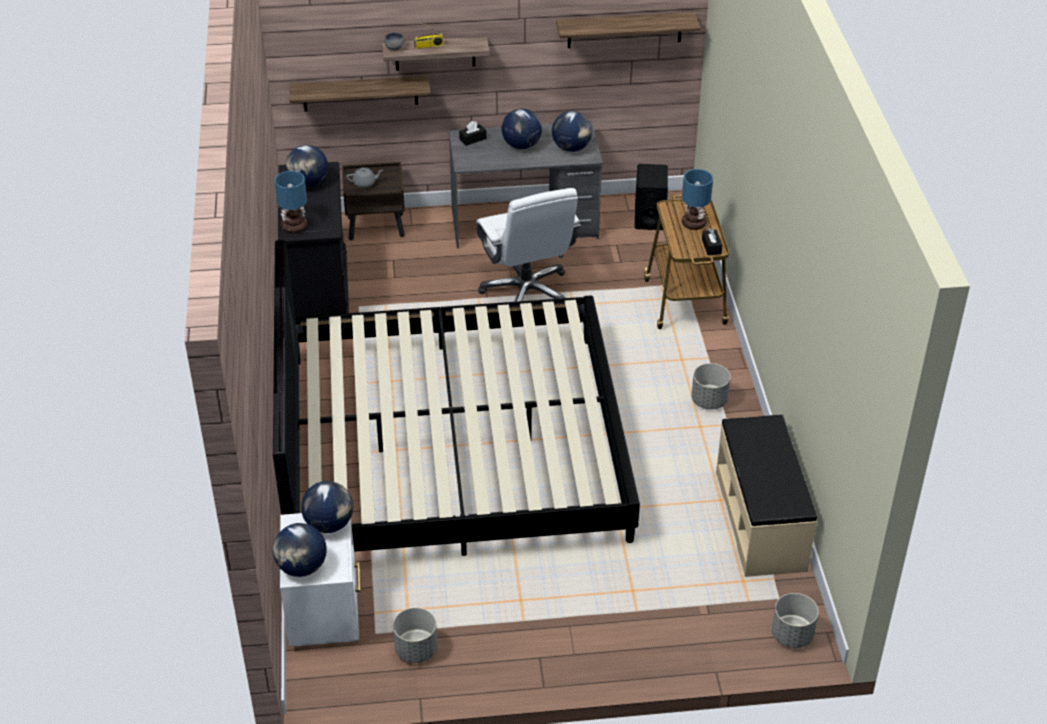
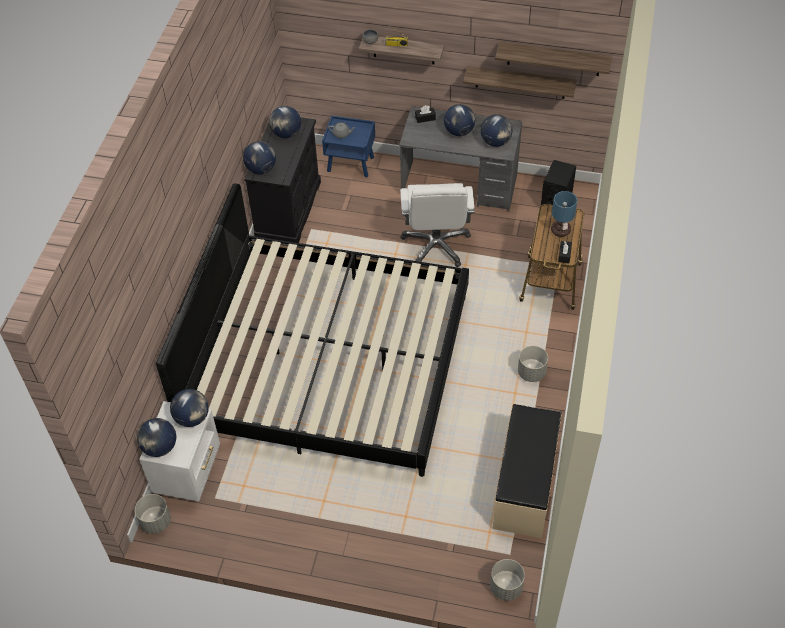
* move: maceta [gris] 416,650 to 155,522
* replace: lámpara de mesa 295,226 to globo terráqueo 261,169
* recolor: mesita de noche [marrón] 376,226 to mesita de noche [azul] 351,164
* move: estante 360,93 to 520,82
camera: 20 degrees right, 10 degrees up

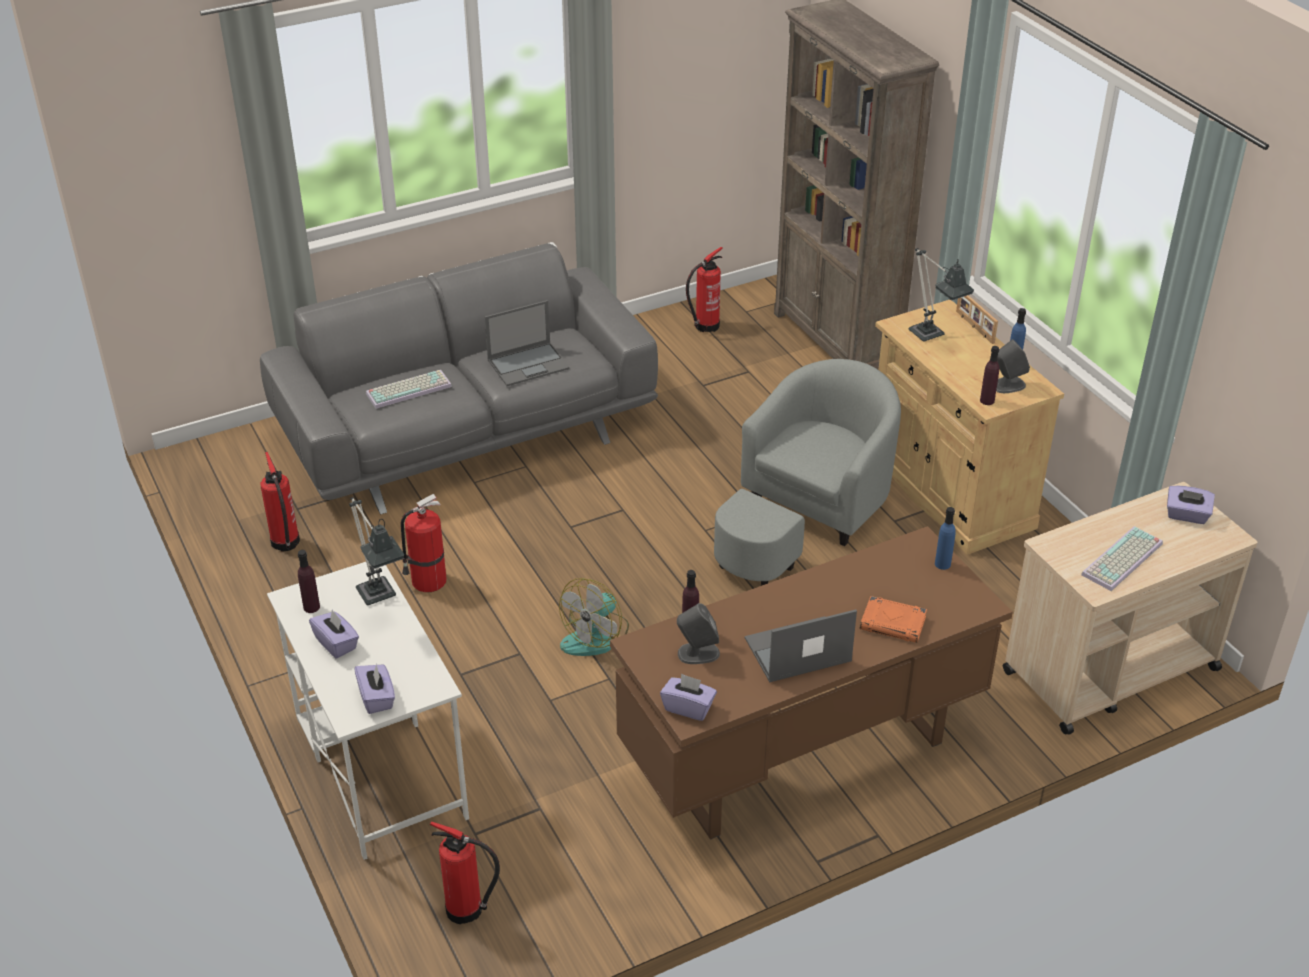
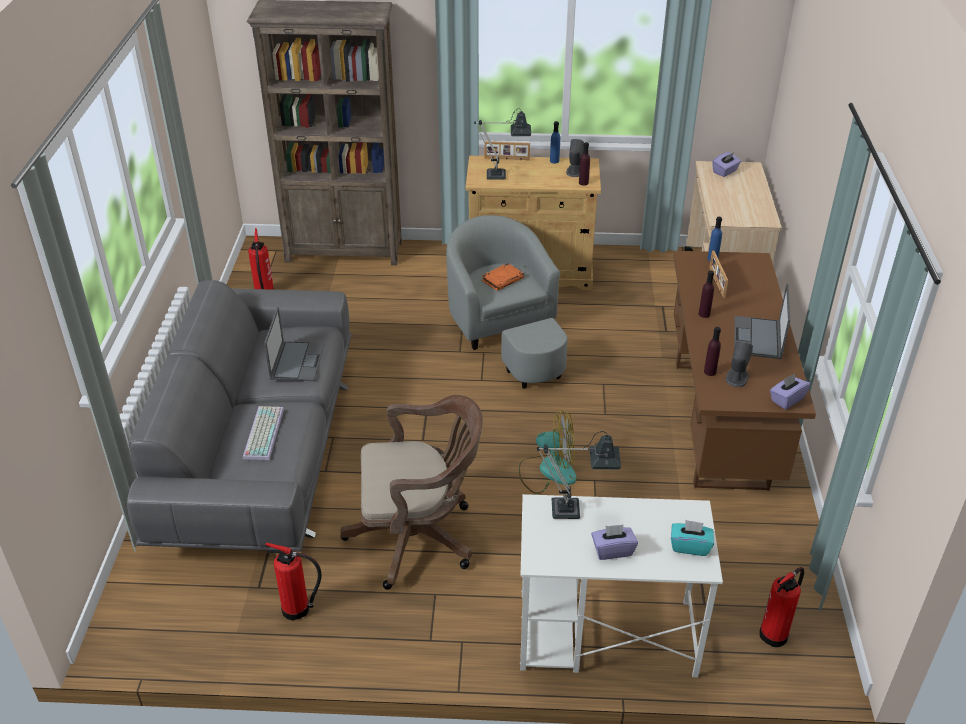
* replace: extintor 427,581 to silla de oficina [marrón] 419,537
* move: libro [naranja] 893,623 to 503,279
* rotate: ventilador 596,636 = 548,471 60 degrees counterclockwise
* recolor: caja de pañuelos [morado] 377,698 to caja de pañuelos [turquesa] 690,546
* move: botella [morado] 311,607 to 704,314
* insert: portarretratos 716,282
* delete: teclado 1123,560
camera: 60 degrees left, 0 degrees up

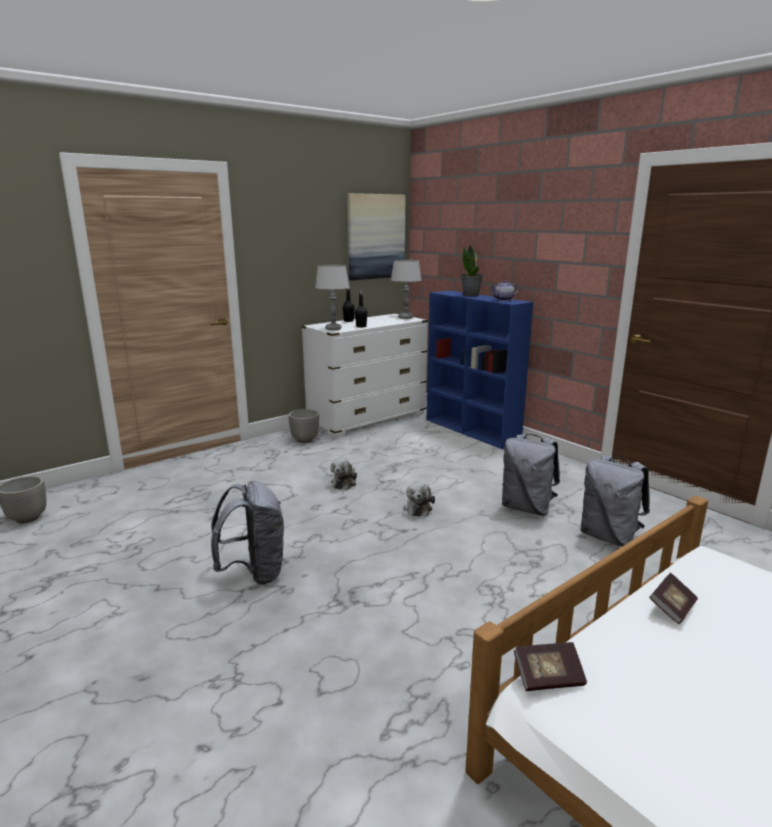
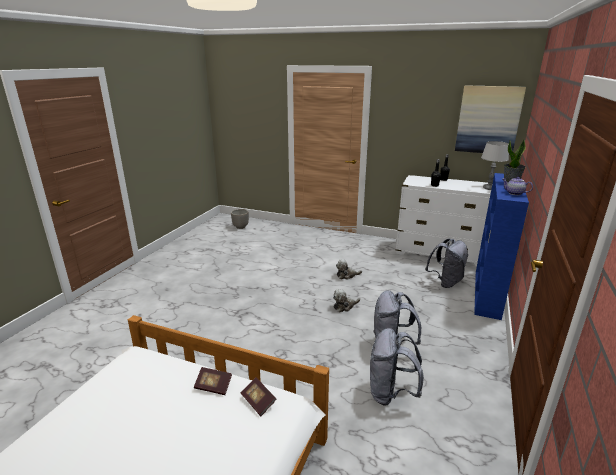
* move: libro 548,678 to 258,402
* move: mochila [gris] 254,572 to 445,282
* delete: maceta 305,440
* delete: lámpara de mesa [gris] 333,329
camera: 60 degrees right, 5 degrees up

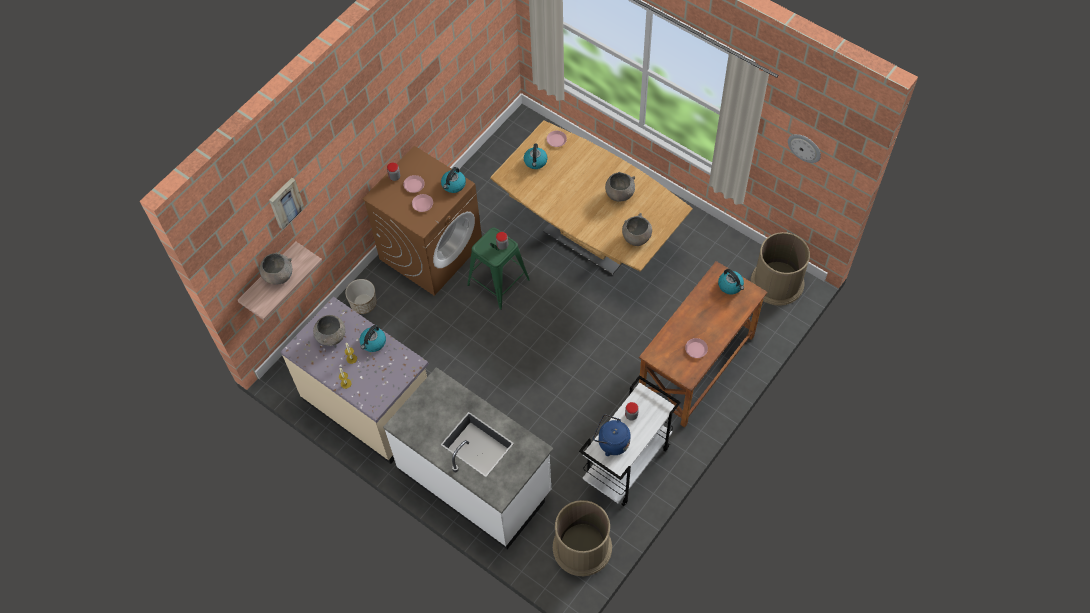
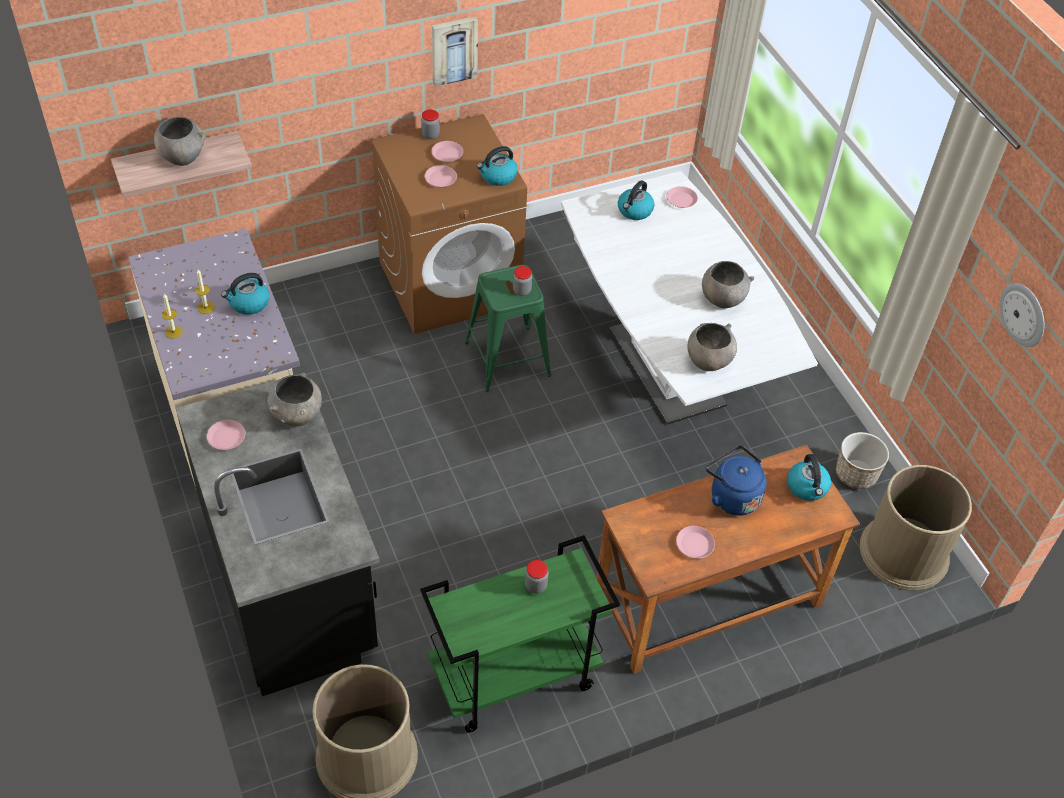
* recolor: mueble bajo de cocina [blanco] 476,480 to mueble bajo de cocina [negro] 291,582
* insert: plato [rosa] 226,437
* move: cuenco [gris] 332,337 to 297,416
* recolor: carrito [blanco] 627,465 to carrito [verde] 513,678
* move: cuadro 285,202 to 454,50
* recolor: mesa de comedor [marrón] 589,239 to mesa de comedor [blanco] 666,367
* move: hervidor [azul] 611,442 to 732,496
* move: maceta 363,303 to 856,474
camera: 25 degrees right, 10 degrees down

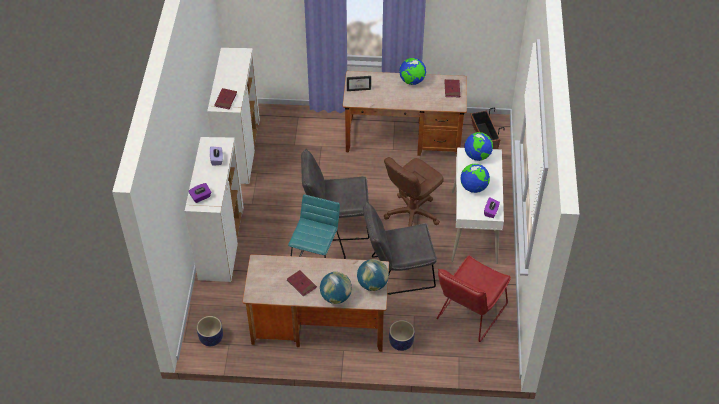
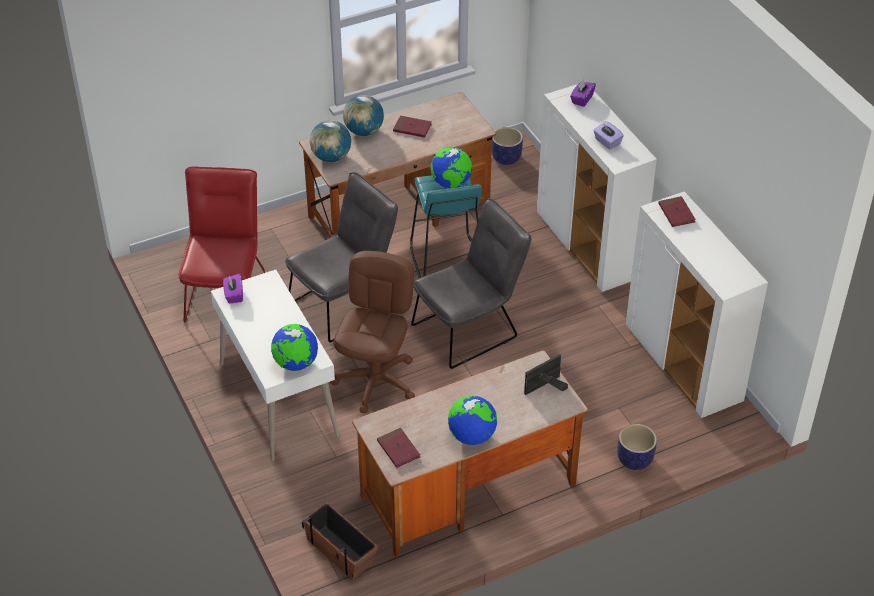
* move: globo terráqueo 473,187 to 451,183
* move: maceta 401,343 to 634,459
camera: 150 degrees right, 5 degrees down

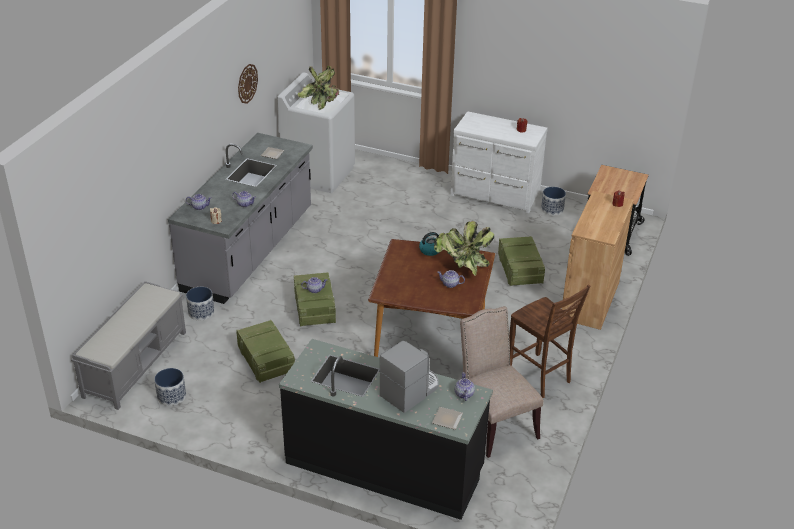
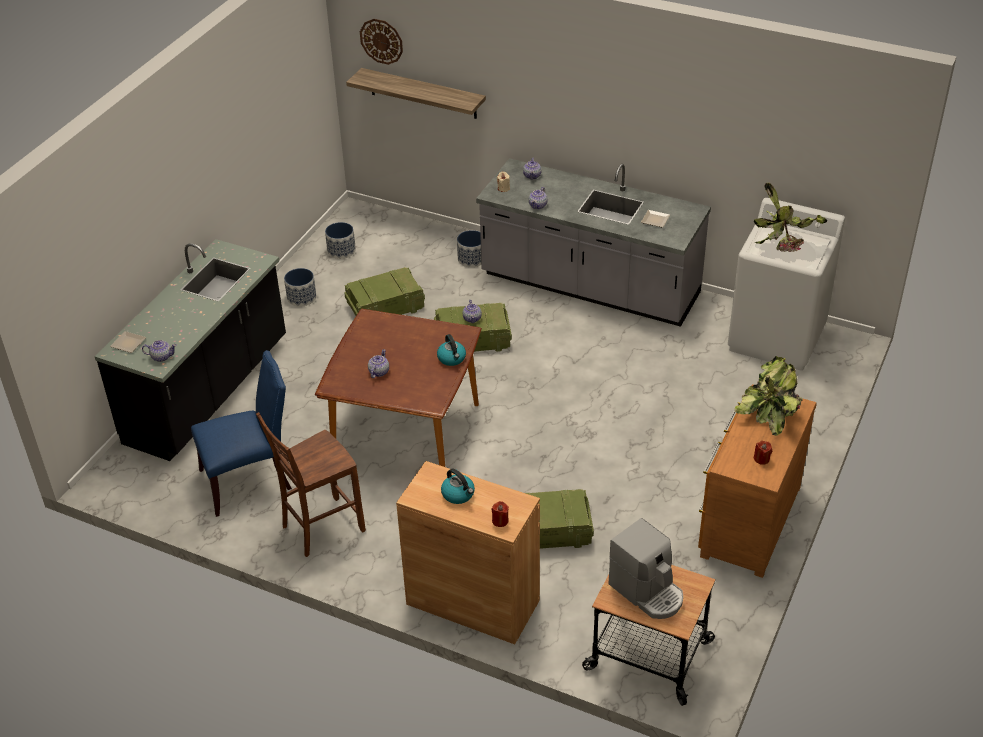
* recolor: silla [beis] 494,423 to silla [azul] 250,480
* move: maceta 552,210 to 301,298
* insert: estante 423,93
* move: reloj de pared 247,83 to 381,41
* insert: hervidor 458,494
* move: cafetera 410,391 to 647,592
* recolor: cómoda [blanco] 495,195 to cómoda [marrón] 747,521
* move: planta en maceta 463,267 to 769,413
* delete: banco [gris] 136,363
camera: 95 degrees right, 5 degrees up

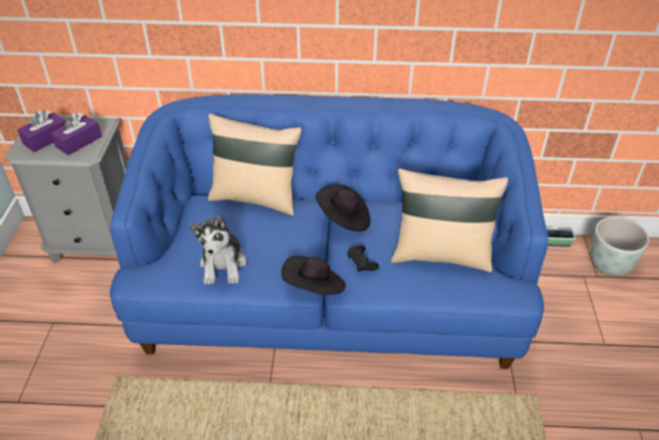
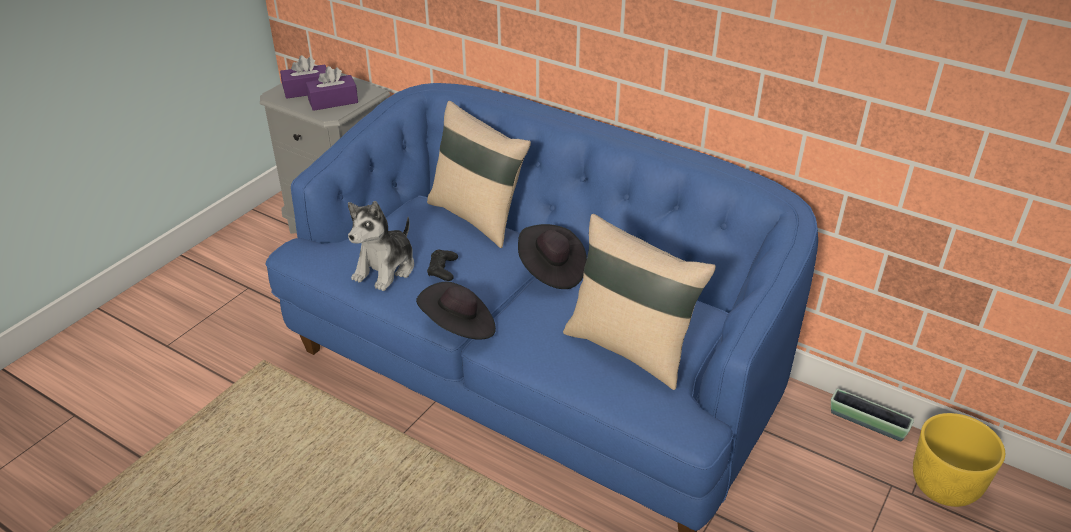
* move: mando de consola [negro] 362,262 to 442,269
* recolor: maceta [gris] 609,265 to maceta [amarillo] 944,488
camera: 30 degrees right, 5 degrees down

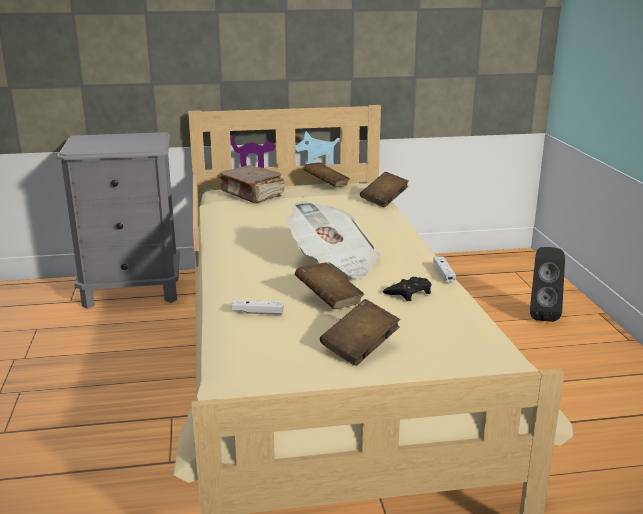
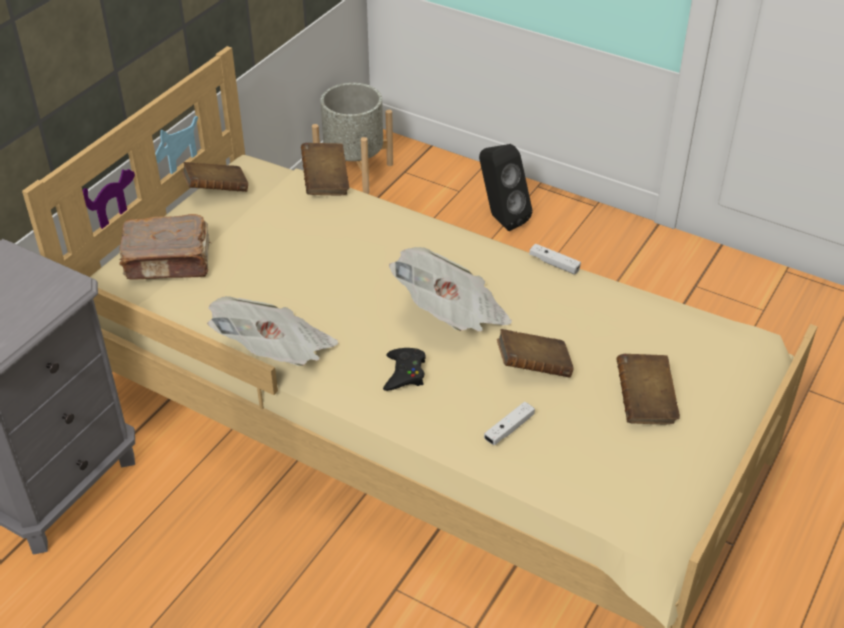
* insert: periódico 276,354
* insert: maceta [gris] 354,171
* move: mando de consola [negro] 409,293 to 404,373
camera: 50 degrees left, 20 degrees up

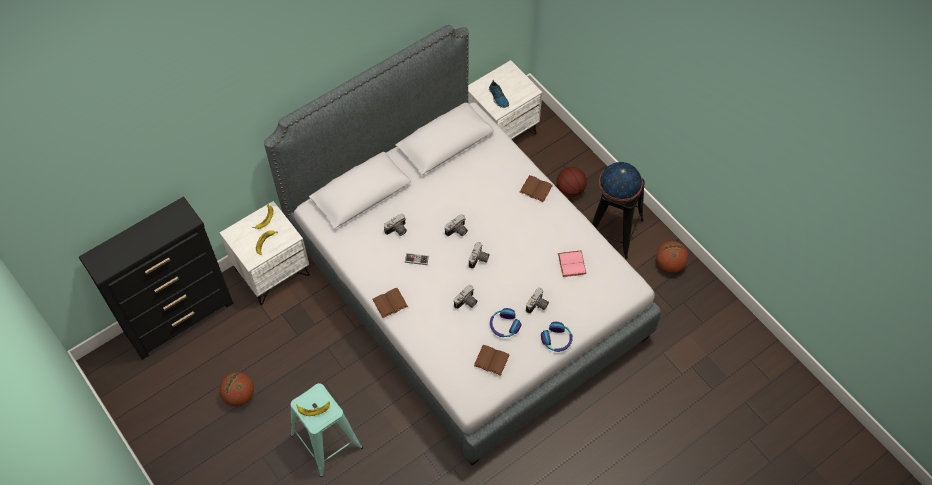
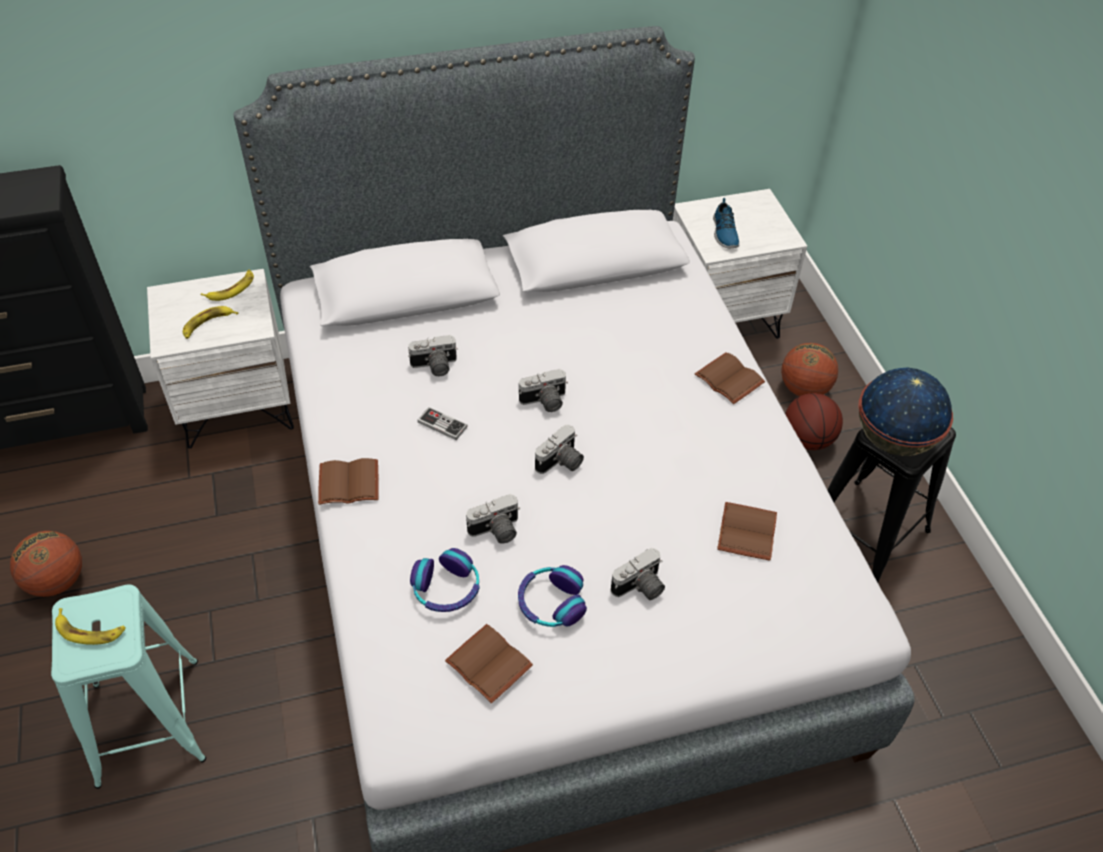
* move: auriculares 557,340 to 446,588
* recolor: libro [rosa] 571,264 to libro [marrón] 745,531
* move: balón de baloncesto 669,264 to 804,389
camera: 20 degrees right, 10 degrees down

